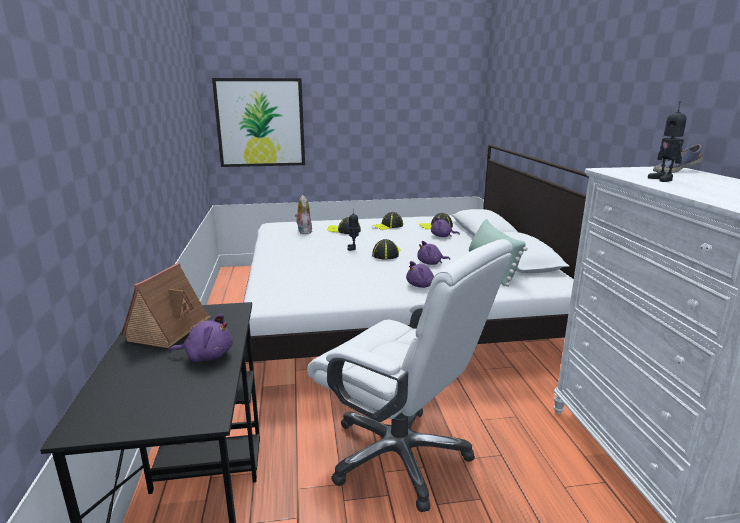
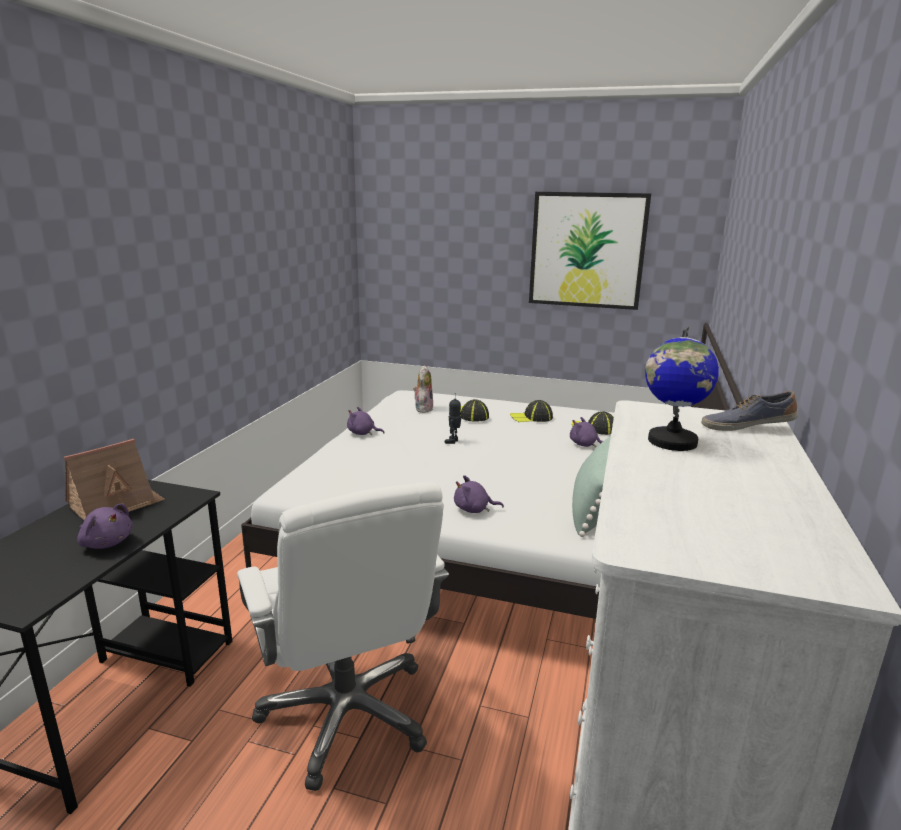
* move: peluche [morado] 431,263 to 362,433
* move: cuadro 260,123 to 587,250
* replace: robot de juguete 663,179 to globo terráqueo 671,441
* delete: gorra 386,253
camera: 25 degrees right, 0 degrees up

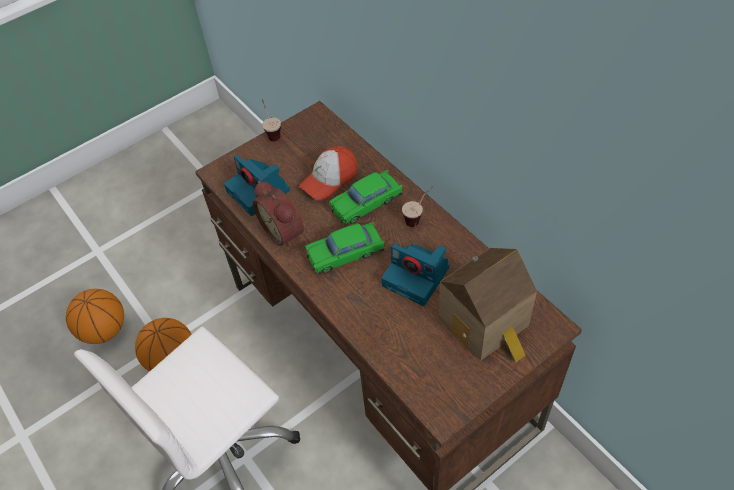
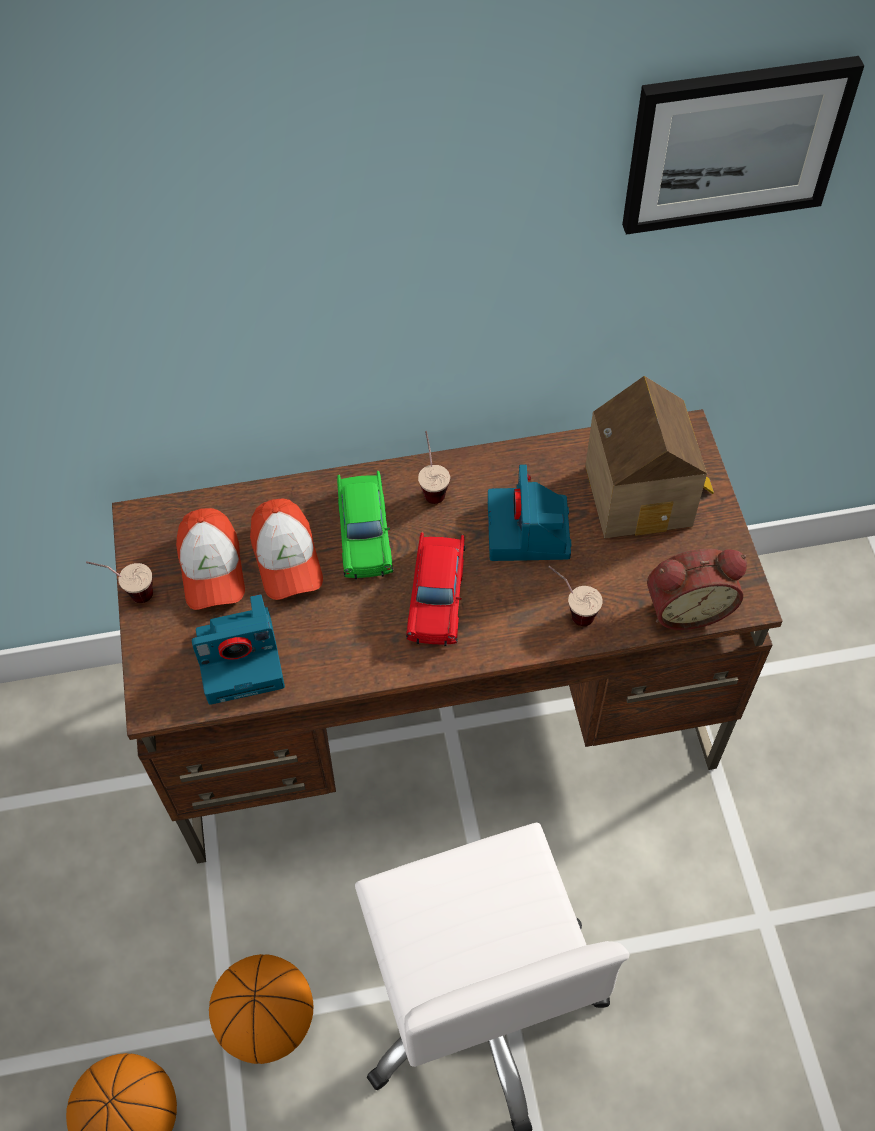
* insert: gorra 212,568
* recolor: coche de juguete [verde] 346,253 to coche de juguete [rojo] 437,596
* rotate: cámara 417,277 = 529,532 120 degrees clockwise
* insert: taza 570,610
* insert: cuadro 734,144
* move: despertador 284,231 to 686,606
camera: 65 degrees left, 5 degrees up

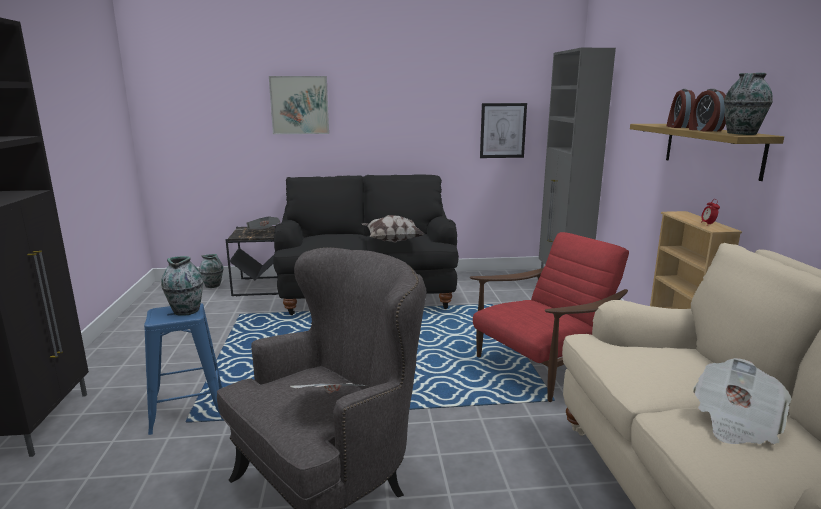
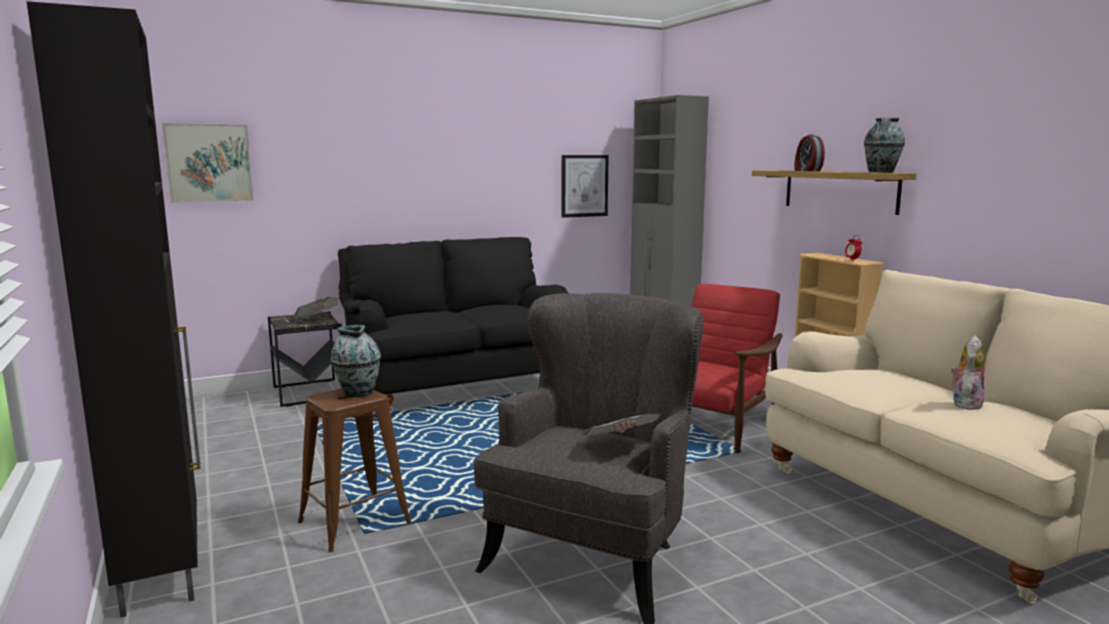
* move: cuadro 299,105 to 209,163
* recolor: taburete [azul] 187,410 to taburete [marrón] 354,523
* replace: periódico 735,422 to peluche 965,403
* delete: florero 213,286
* delete: cojín 391,241
* delete: despertador 704,130
camera: 20 degrees left, 5 degrees down

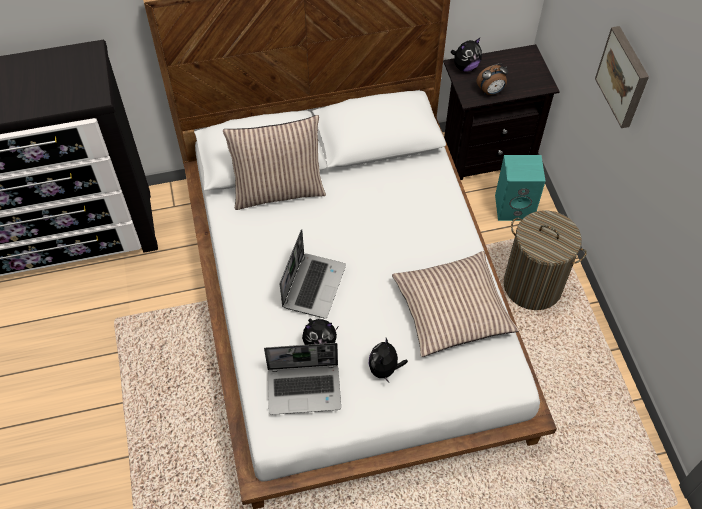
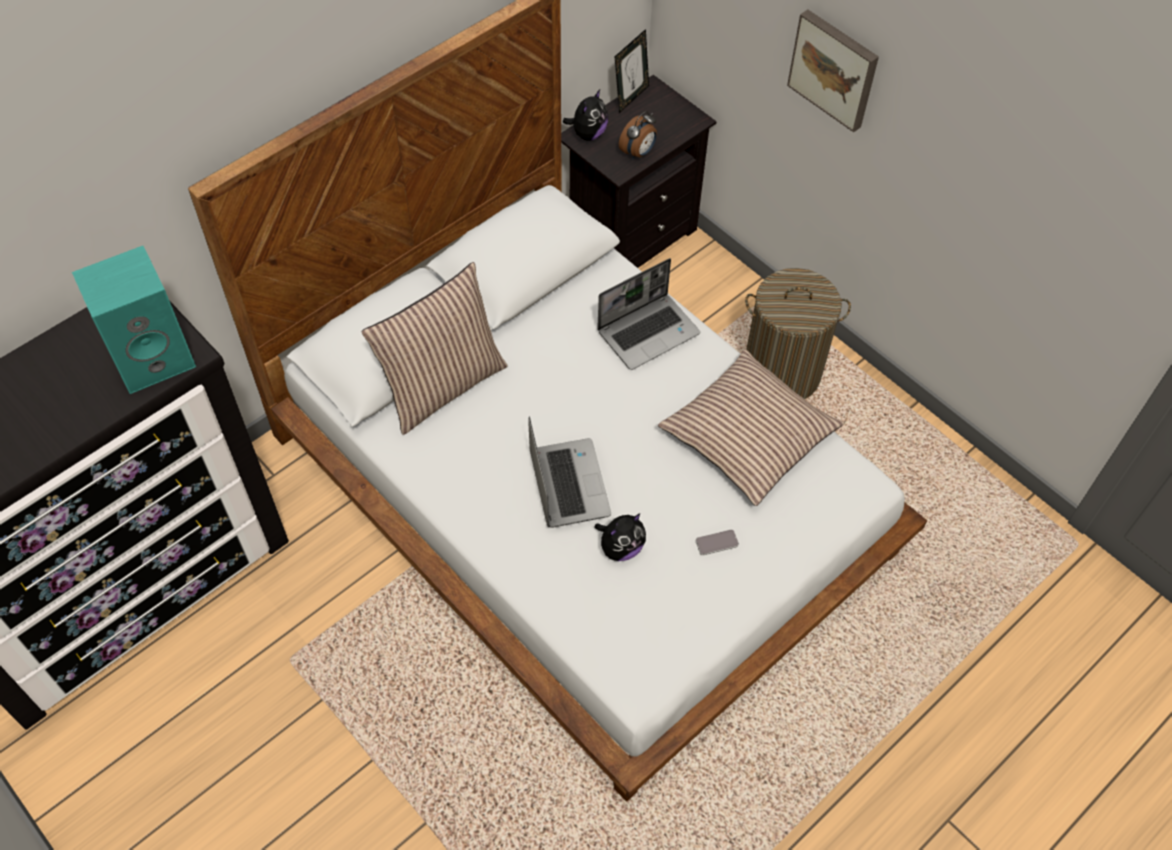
* move: altavoz [turquesa] 515,207 to 154,356
* move: portátil 305,388 to 648,331
* insert: portarretratos 630,97
* replace: peluche 385,369 to móvil 717,542
camera: 30 degrees left, 0 degrees up

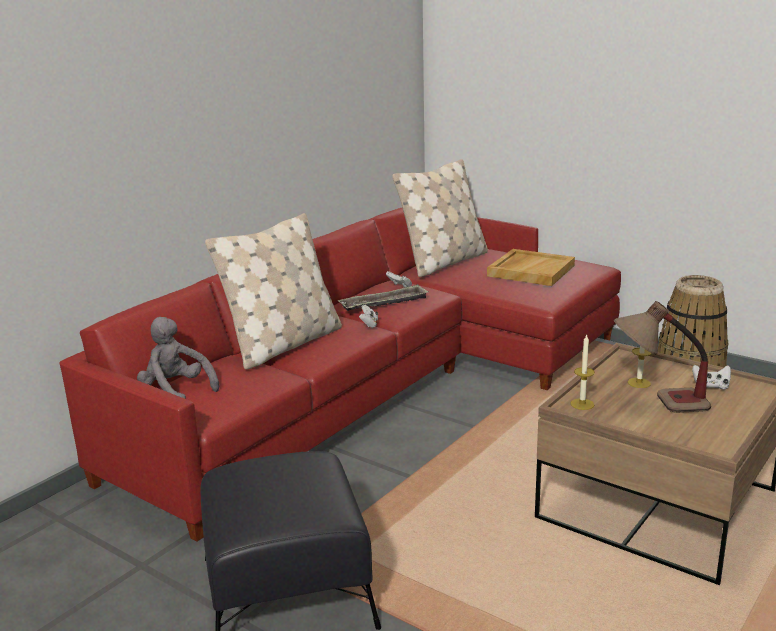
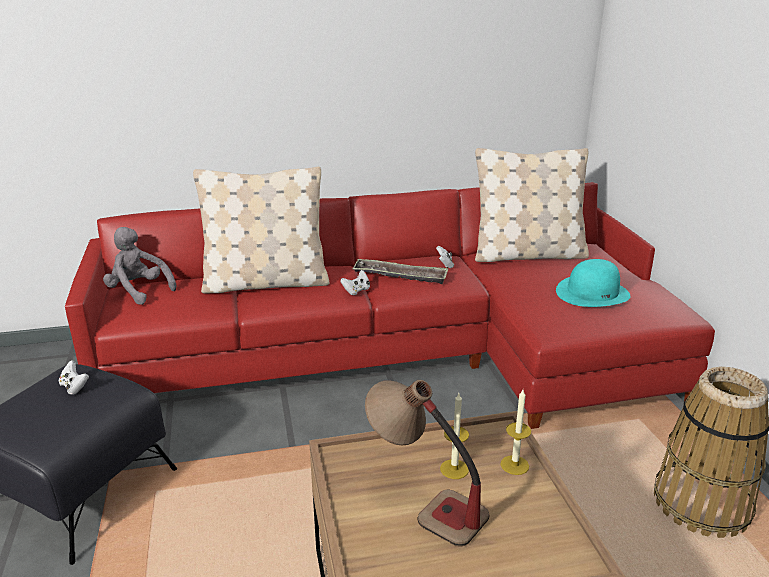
* move: mando de consola [blanco] 710,386 to 74,387
* rotate: peluche [gris] 176,391 = 139,291 45 degrees counterclockwise
* move: vela 582,404 to 514,465
* replace: bandeja [beis] 530,270 to sombrero [turquesa] 592,293
camera: 40 degrees right, 5 degrees up

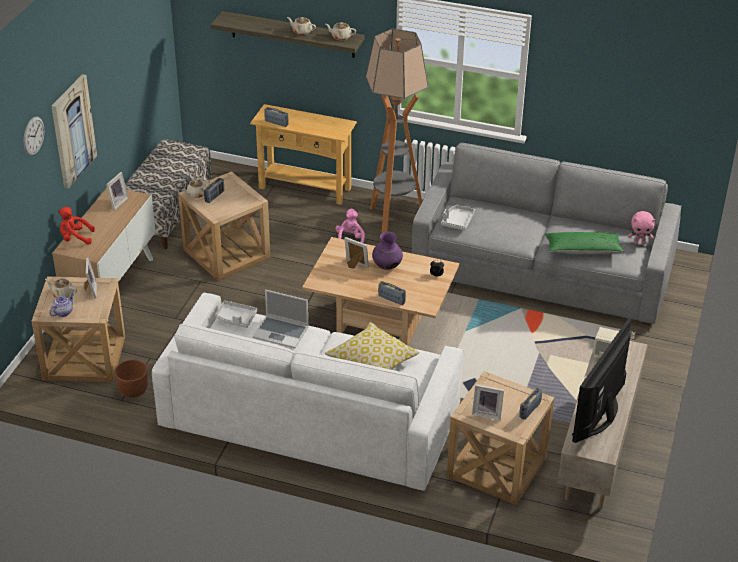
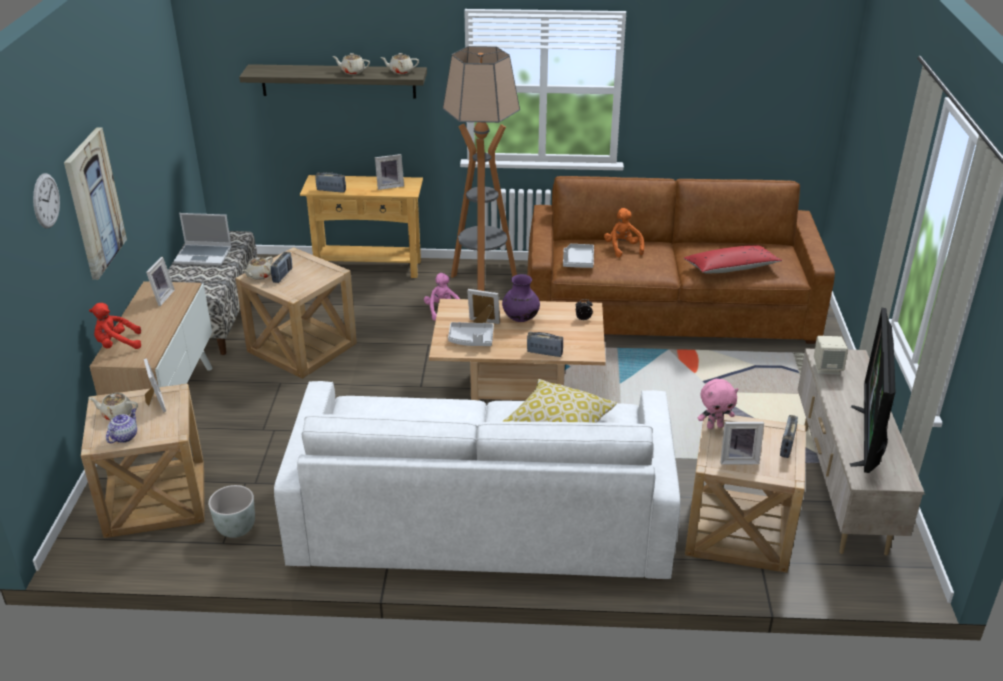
* move: portátil 282,333 to 204,255
* recolor: maceta [marrón] 133,391 to maceta [gris] 235,529
* insert: portarretratos 390,186
* move: bandeja [gris] 236,318 to 471,340
* recolor: sofá [gris] 542,269 to sofá [marrón] 669,307
* insert: peluche [naranja] 622,248
* recolor: cojín [verde] 583,250 to cojín [rojo] 731,268
* move: peluche [rosa] 639,243 to 714,426
camera: 15 degrees left, 5 degrees down

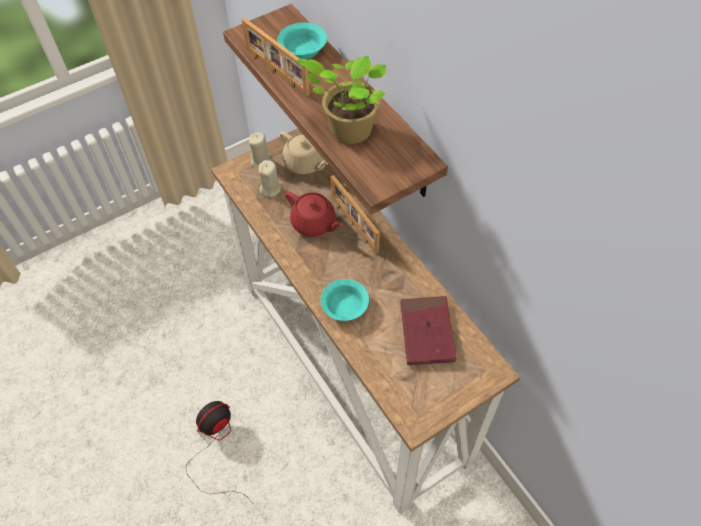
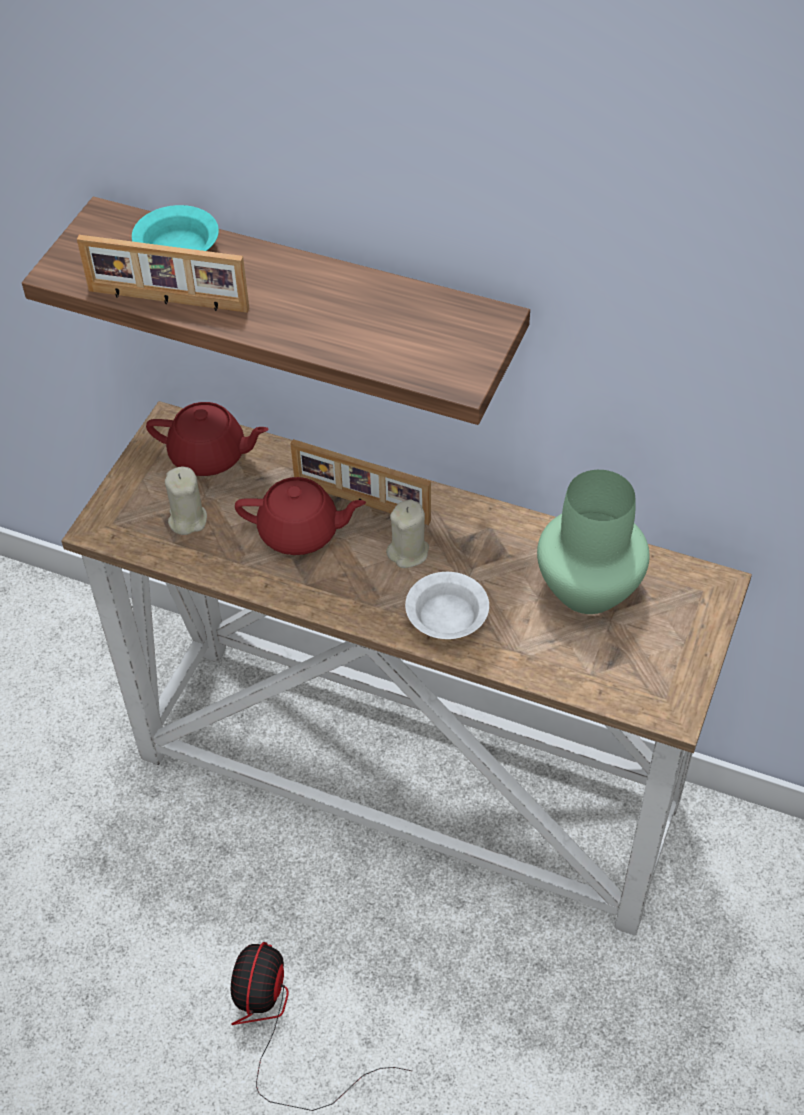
* recolor: tetera [beis] 305,163 to tetera [rojo] 209,456
* move: vela [beis] 261,160 to 408,552
* recolor: cuenco [turquesa] 344,306 to cuenco [blanco] 445,619
* replace: libro [rojo] 427,332 to florero [verde] 587,587
* delete: planta en maceta 348,130
camera: 35 degrees left, 5 degrees down

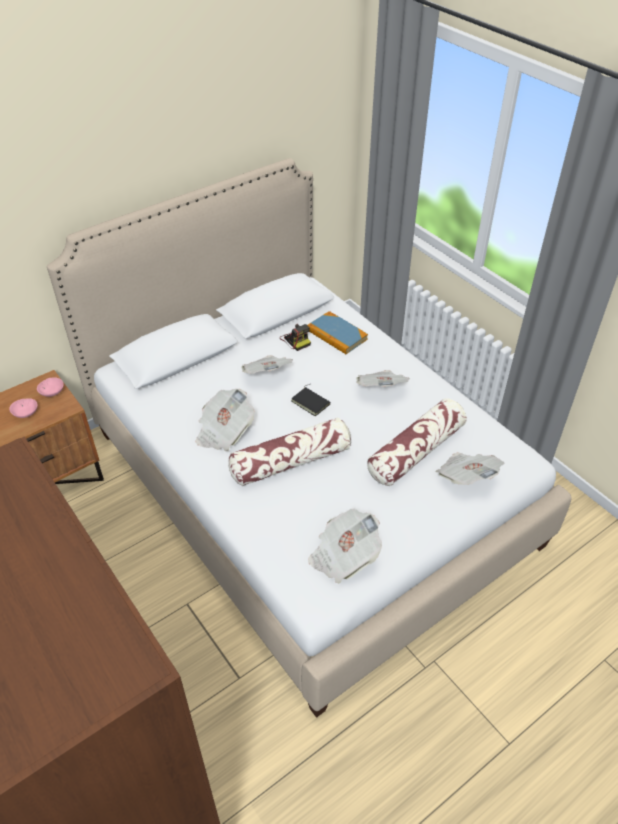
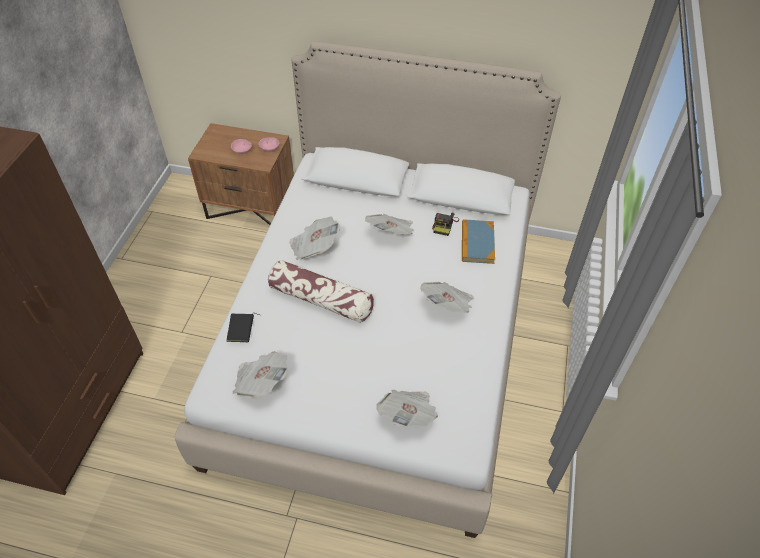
* move: libro [negro] 311,402 to 241,329
* delete: cojín 416,451
camera: 50 degrees right, 5 degrees up

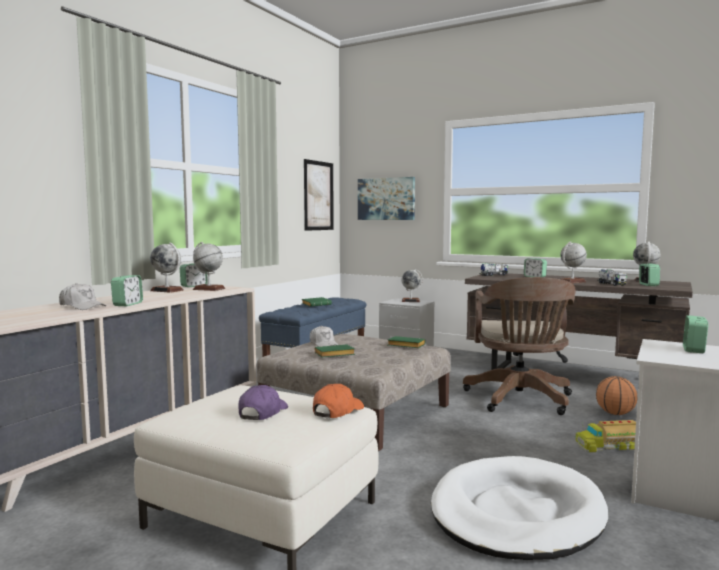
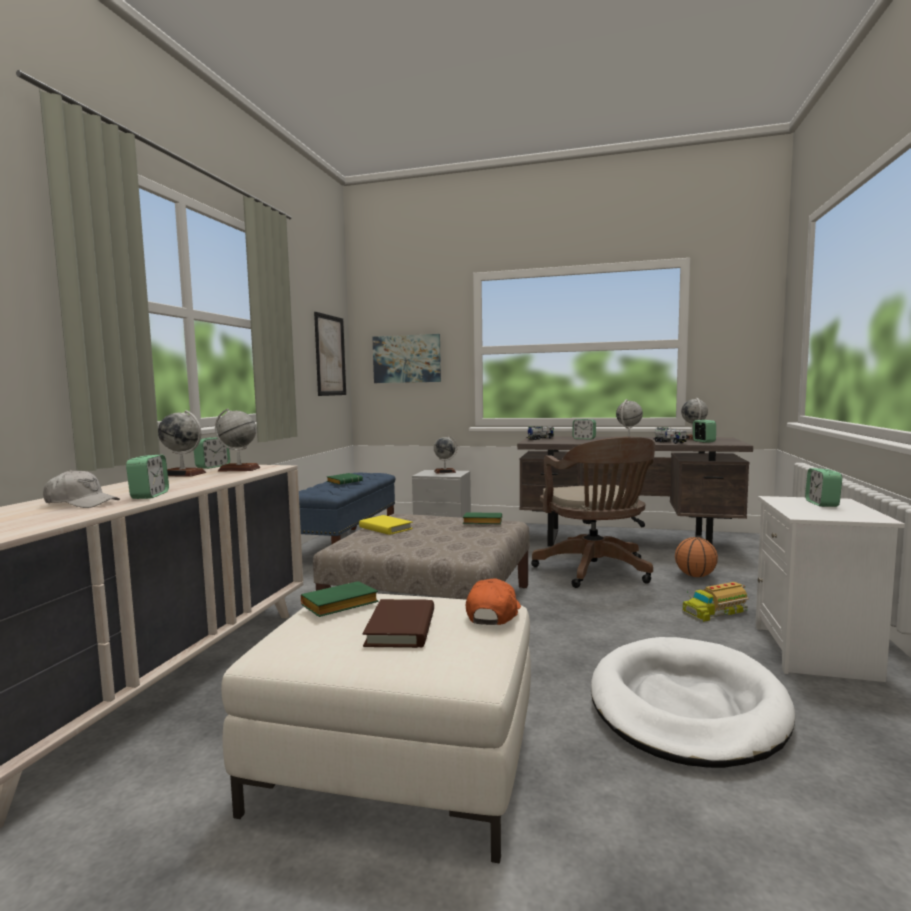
* move: libro [verde] 333,355 to 338,606
* replace: gorra [blanco] 324,344 to libro [amarillo] 385,528
* replace: gorra [morado] 262,412 to libro [marrón] 401,628
camera: 15 degrees left, 0 degrees up

